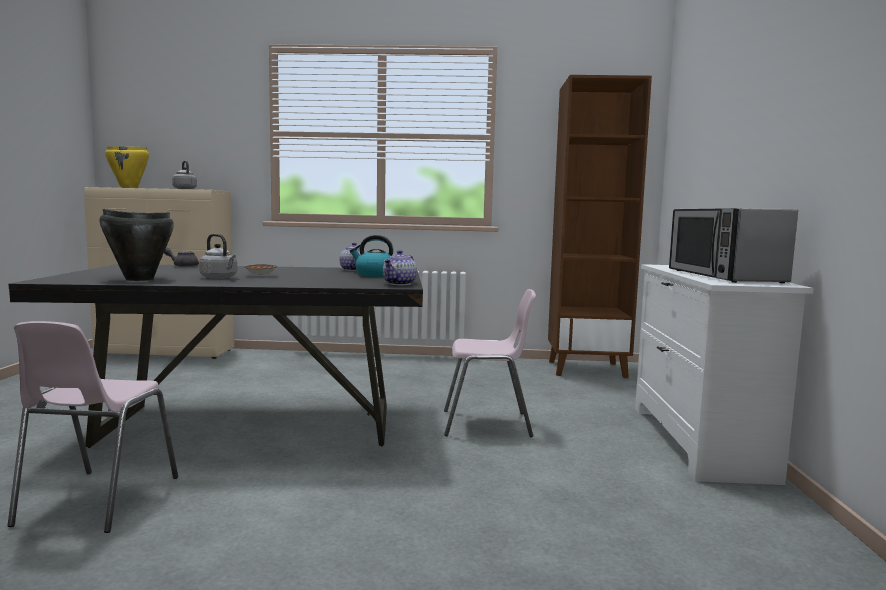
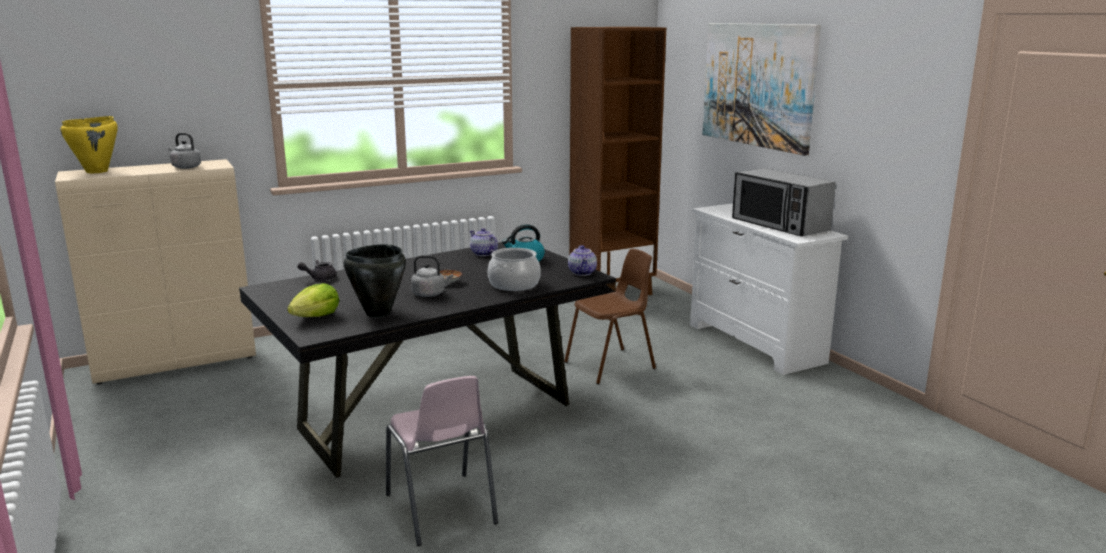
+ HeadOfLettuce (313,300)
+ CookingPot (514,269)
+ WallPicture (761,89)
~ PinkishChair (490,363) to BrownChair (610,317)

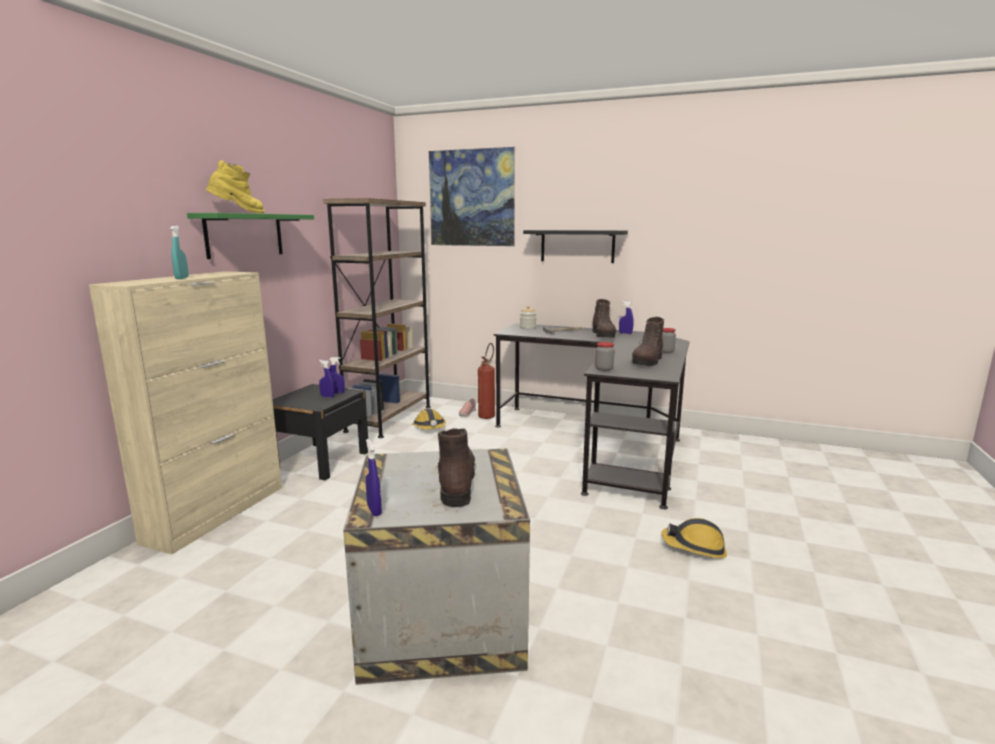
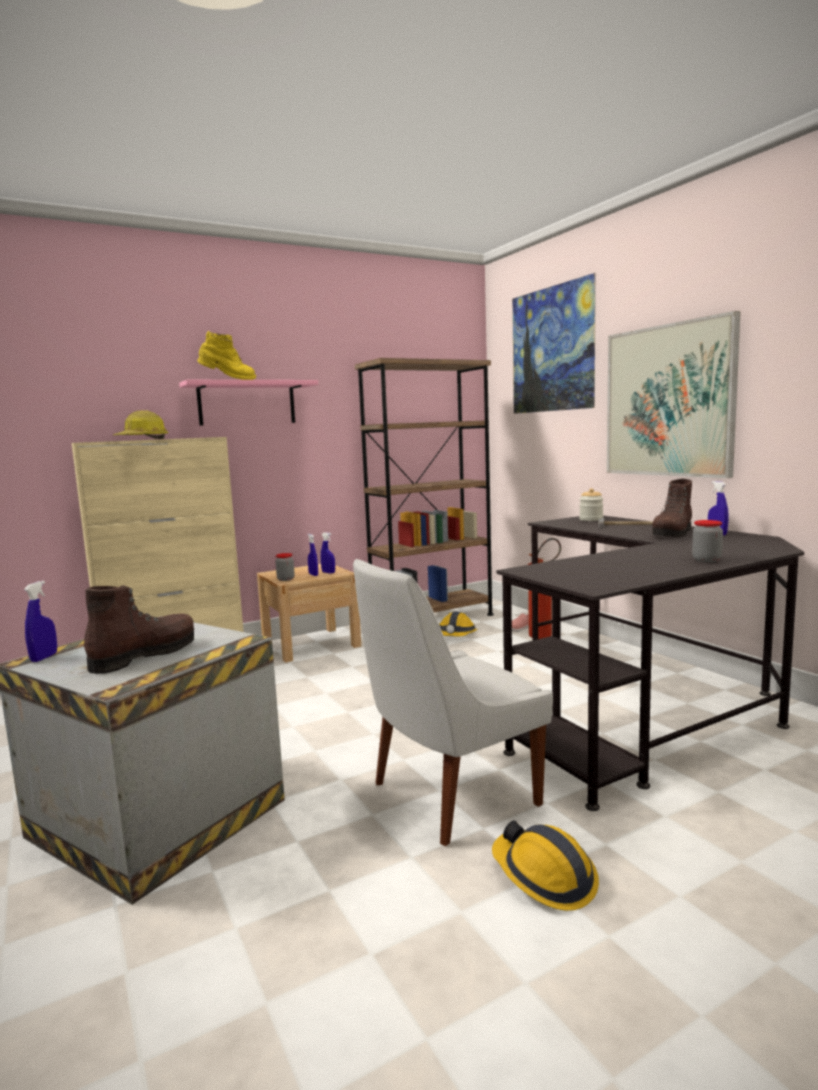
- BrownBoot (648,341)
+ WhiteColouredChair (453,702)
~ PreserveJar (605,356) to (285,567)
~ TurquoiseColouredHandSprayer (179,252) to SafetyHelmet (140,425)
~ BlackColouredWallShelf (575,246) to WallPicture (674,394)
~ GreenColouredWallShelf (250,236) to PinkishWallShelf (248,403)
~ BlackColouredNightstand (320,432) to BeigeNightstand (309,613)

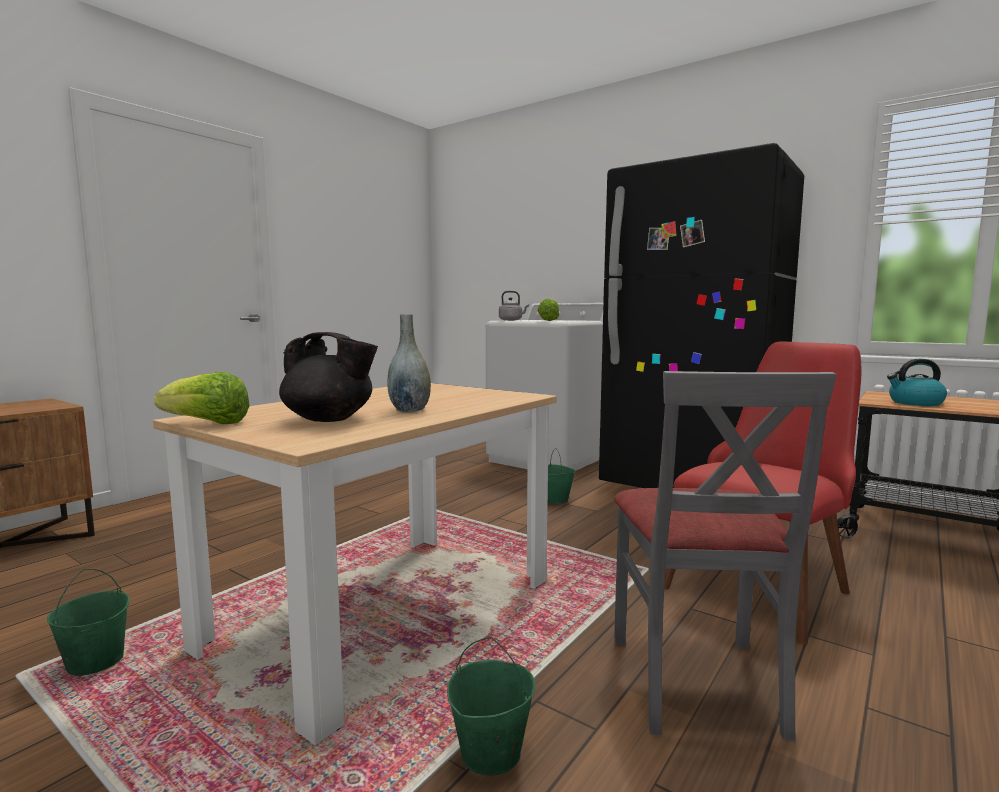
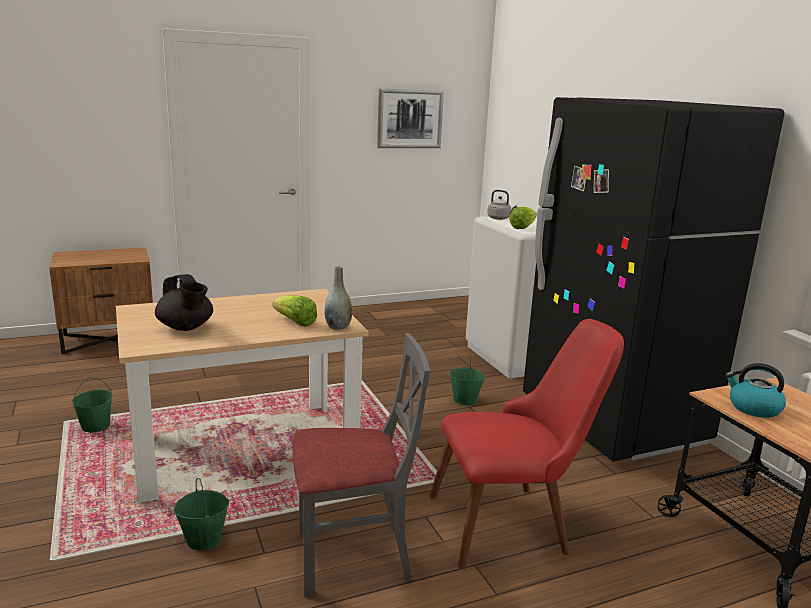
+ WallPicture (410,118)
~ HeadOfLettuce (201,398) to (294,311)
~ GreyFlowerVase (409,363) to (338,298)
~ GreyChair (725,556) = (361,465) 135 degrees counterclockwise

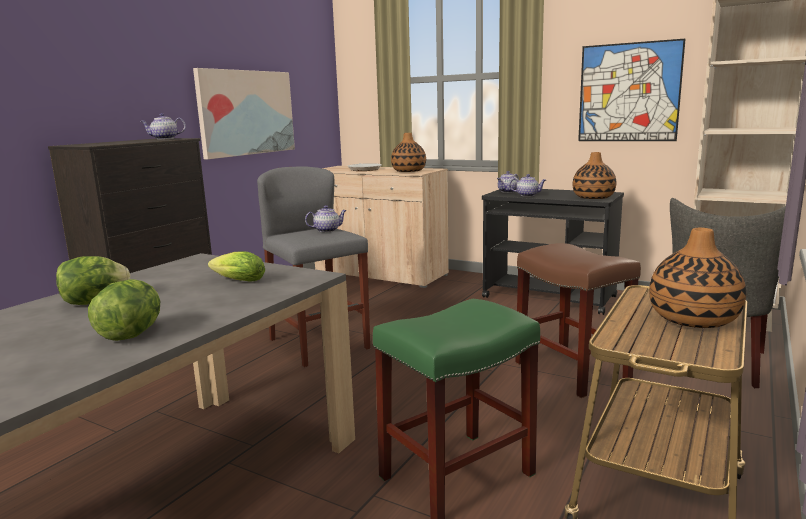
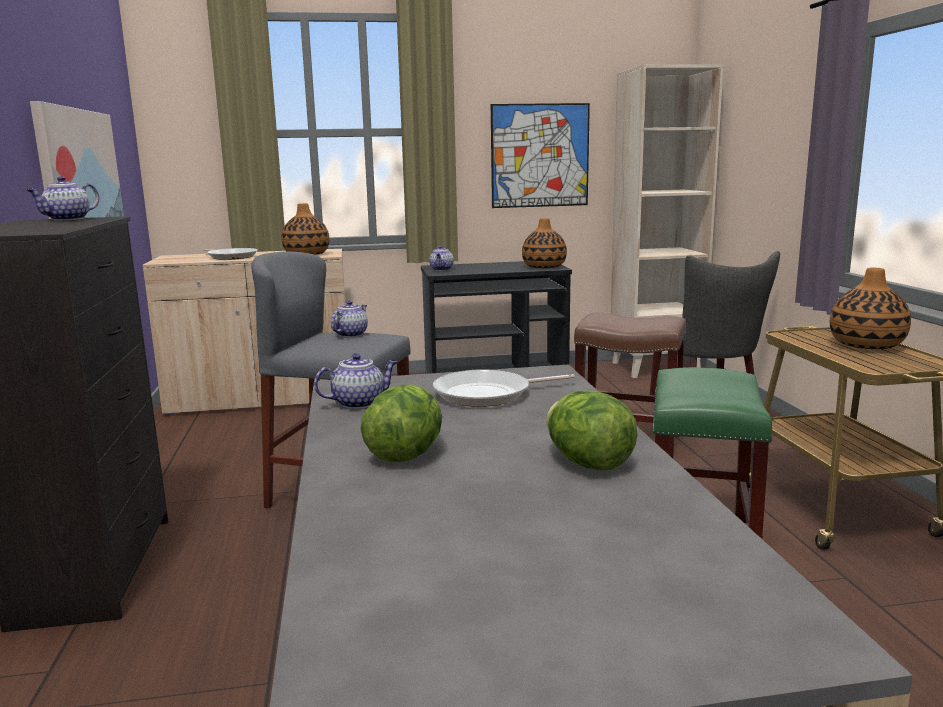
~ PotForTea (527,185) to (355,381)
~ HeadOfLettuce (236,266) to Skillet (504,388)

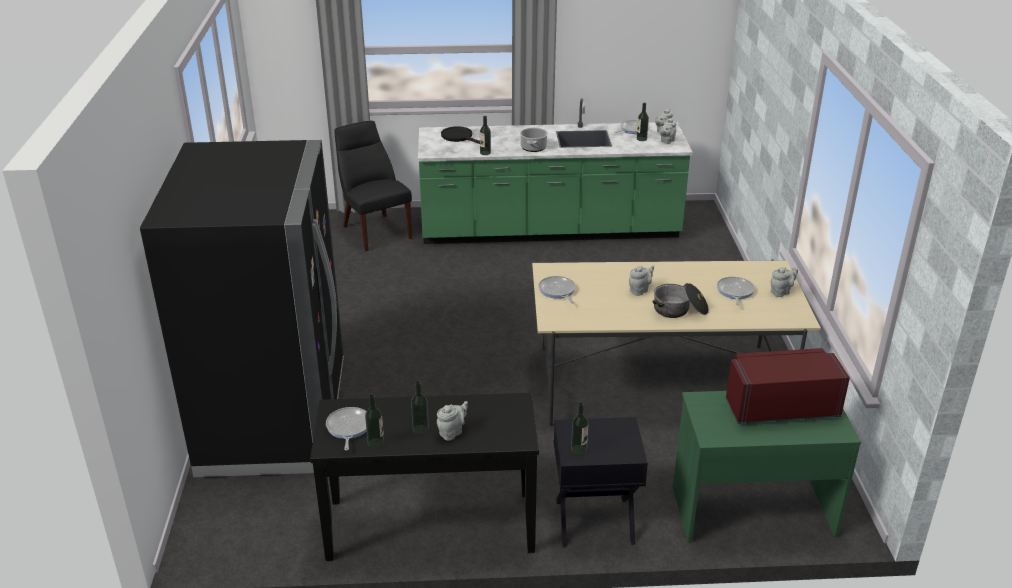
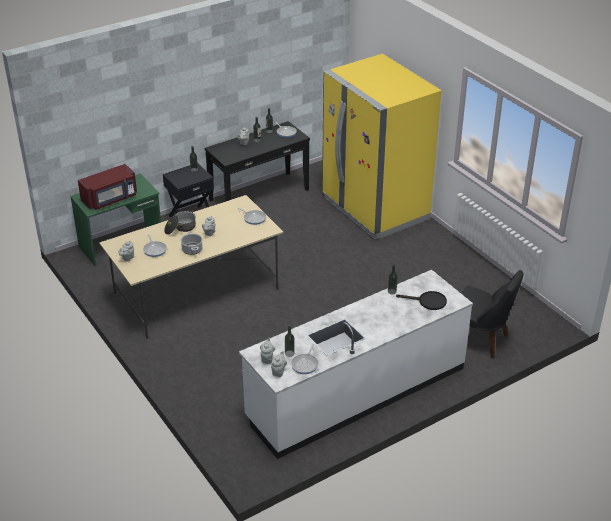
~ CookingPot (534,140) to (192,244)
~ BlackColouredRefrigerator (242,308) to YellowishRefrigerator (382,146)
~ GreenColouredKitchenCounter (555,171) to WhiteColouredKitchenCounter (356,364)

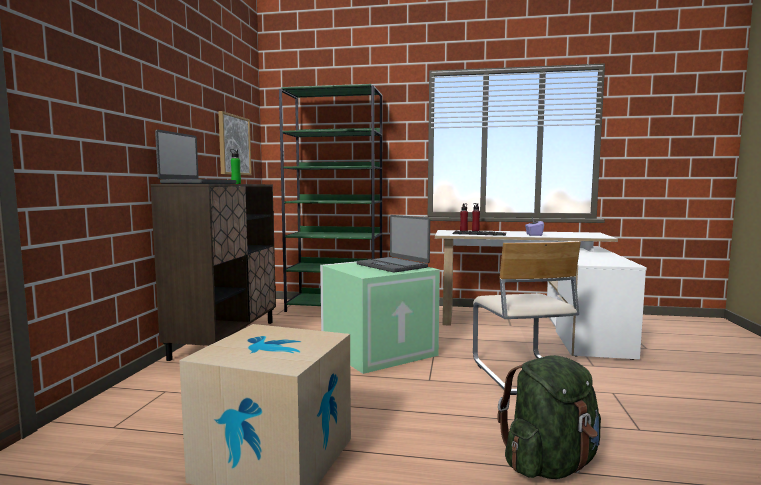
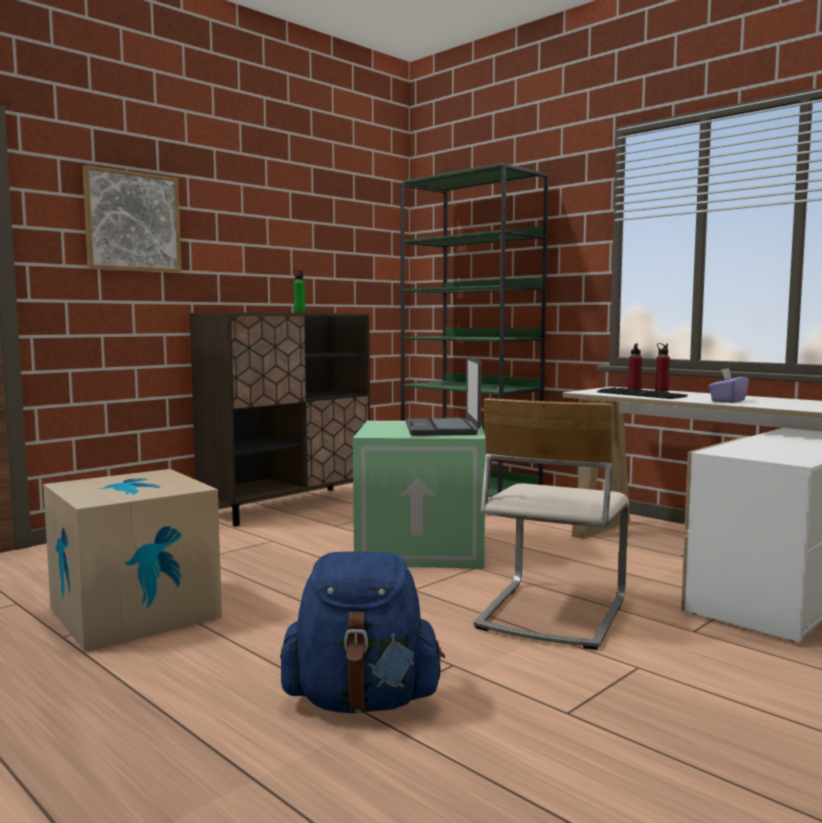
- NotebookComputer (196,156)
~ WallPicture (235,143) to (132,218)
~ GreenColouredRucksack (549,417) to BlueRucksack (362,632)

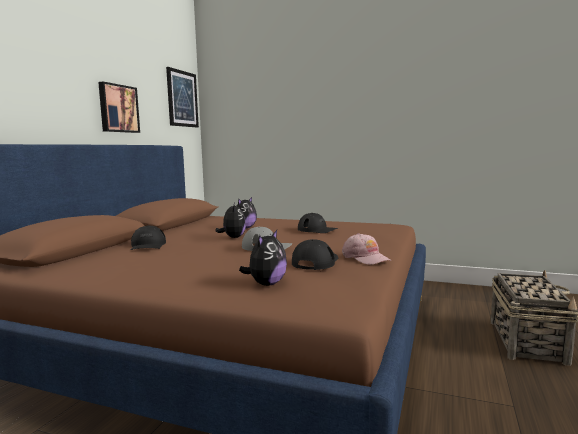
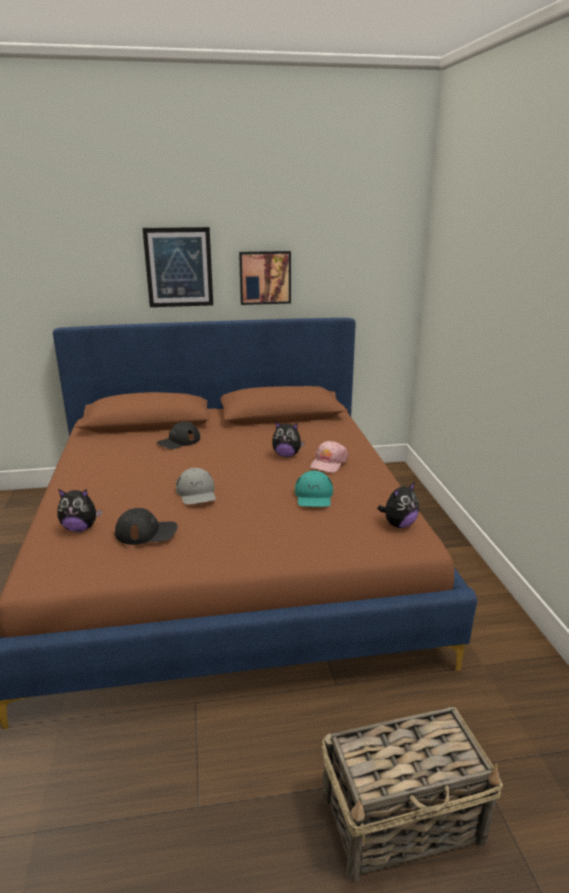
~ WallPicture (182,97) to (177,267)
~ SoftToy (231,220) to (398,505)
~ PinkishBaseballCap (366,249) to (329,457)
~ BlackColouredBaseballCap (318,223) to TurquoiseColouredBaseballCap (314,489)

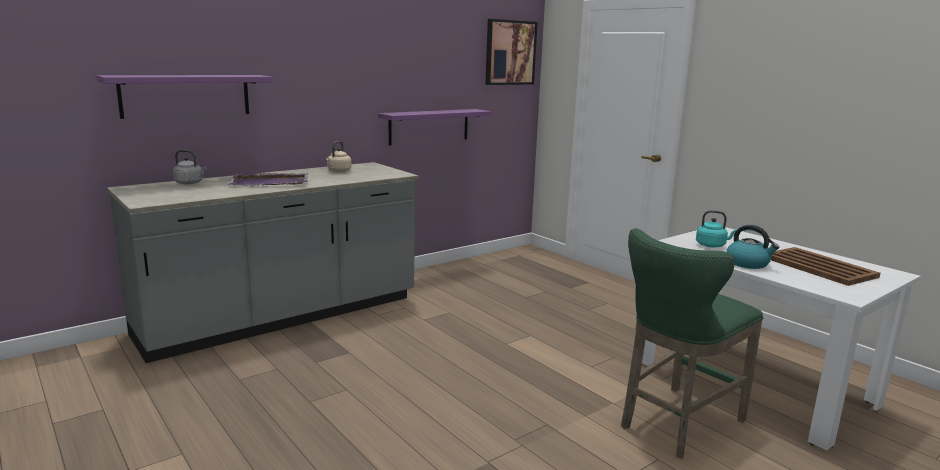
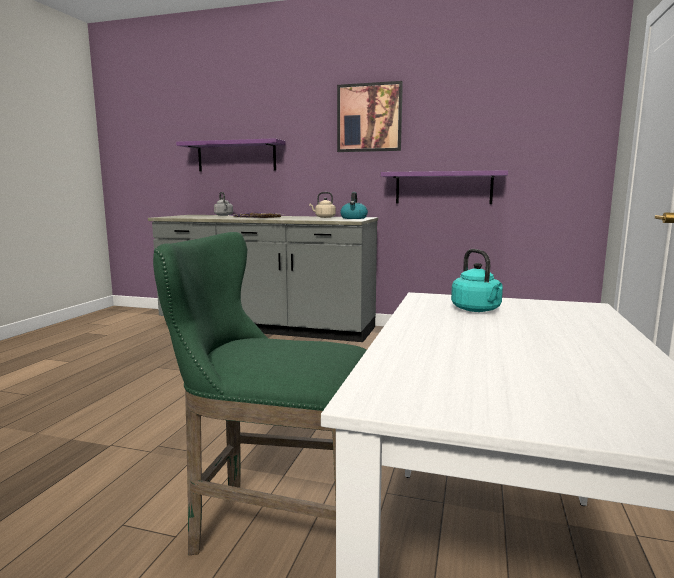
- BrownCarryingTray (826,266)
~ WallPicture (511,52) to (370,116)
~ TeaKettle (753,247) to (354,205)

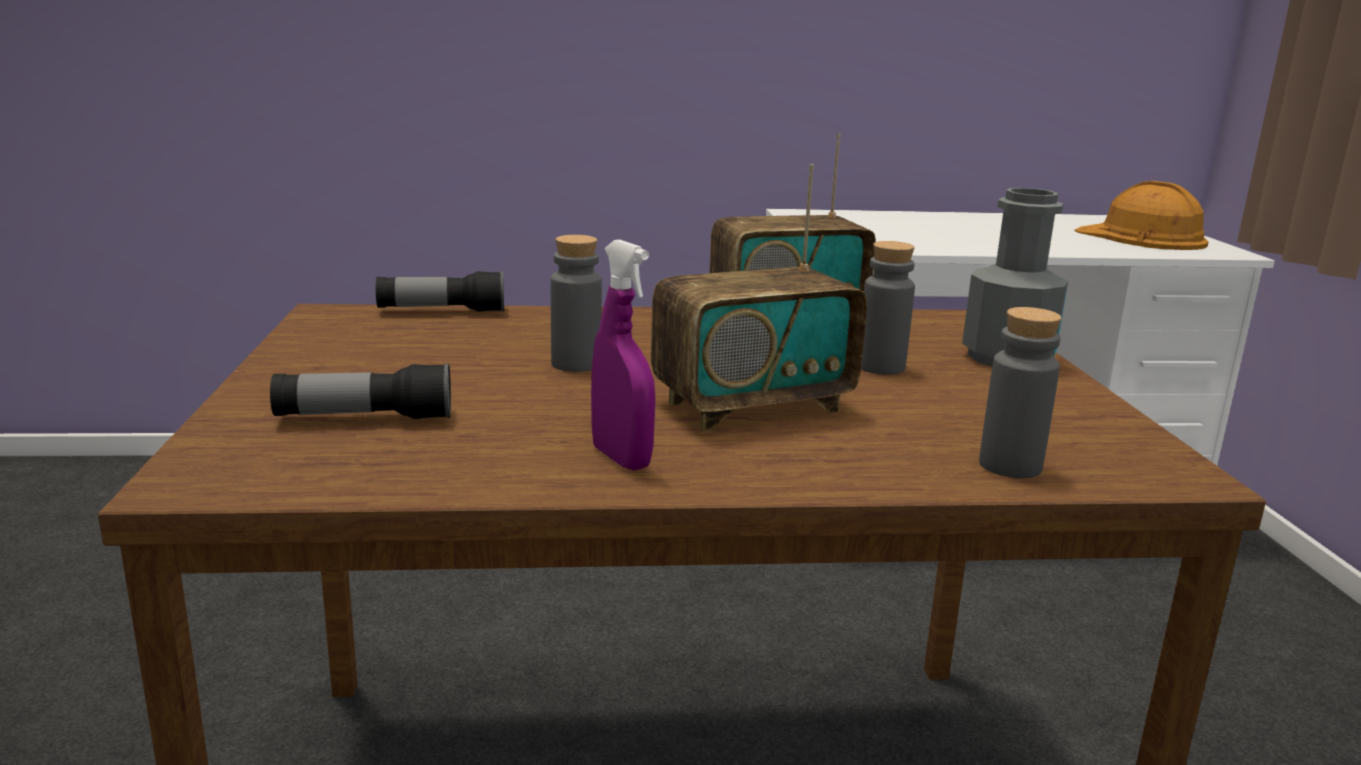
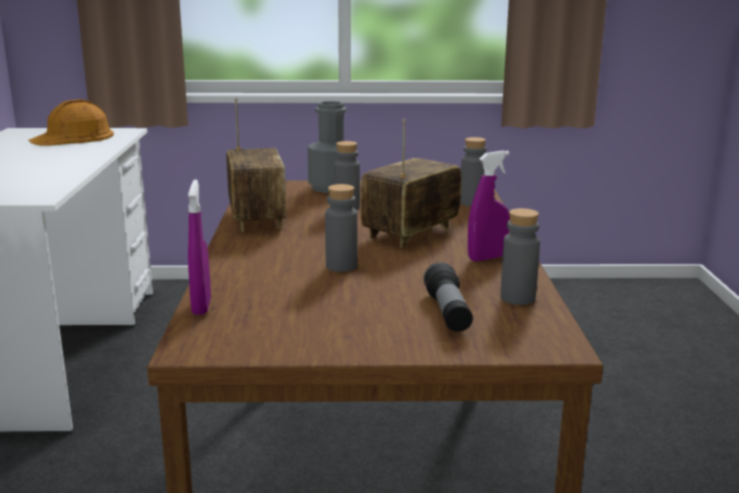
+ GreyDrinkBottle (520,256)
~ Torch (440,291) to PurpleHandSprayer (199,247)
~ RadioSet (759,298) = (411,183) 120 degrees counterclockwise

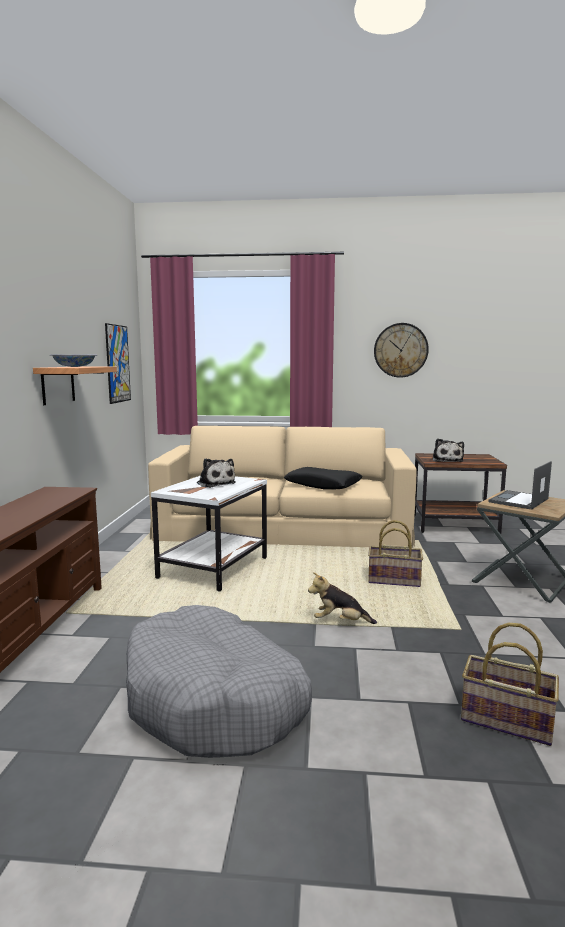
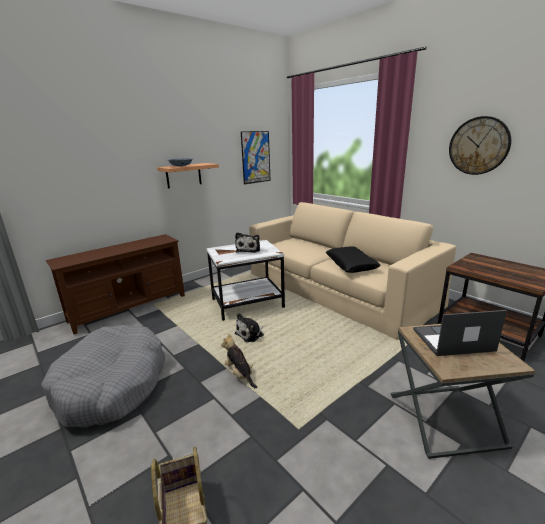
- HouseholdBasket (395,553)
~ SoftToy (448,450) to (249,327)

